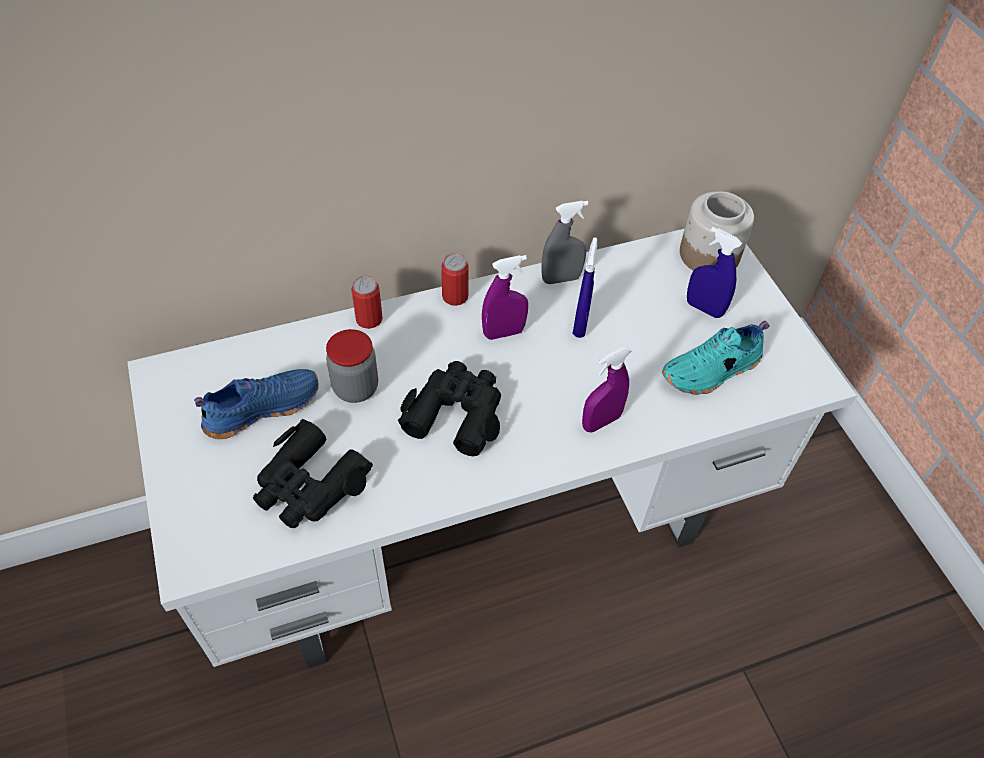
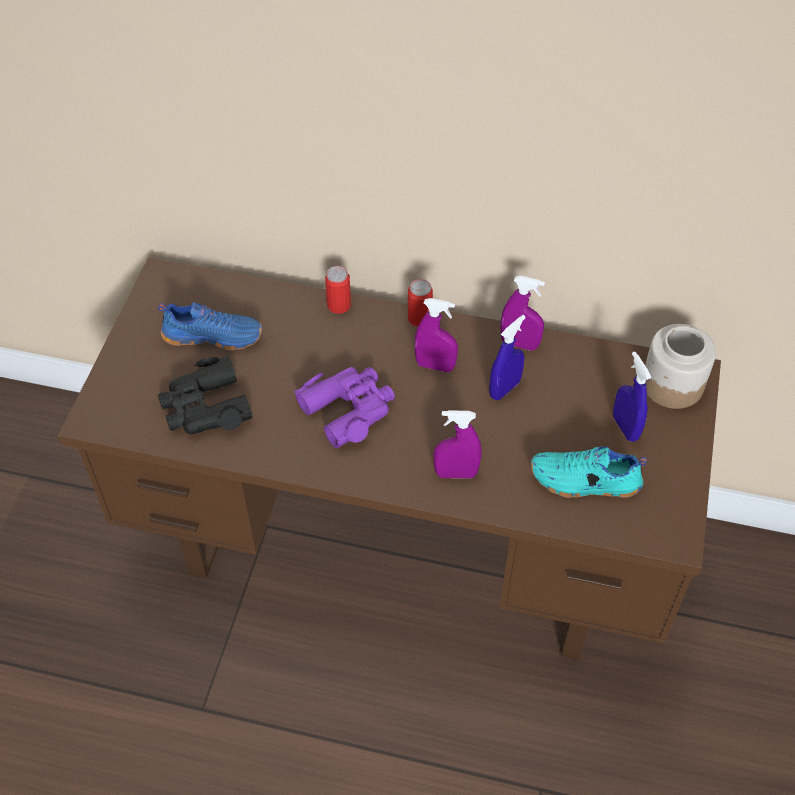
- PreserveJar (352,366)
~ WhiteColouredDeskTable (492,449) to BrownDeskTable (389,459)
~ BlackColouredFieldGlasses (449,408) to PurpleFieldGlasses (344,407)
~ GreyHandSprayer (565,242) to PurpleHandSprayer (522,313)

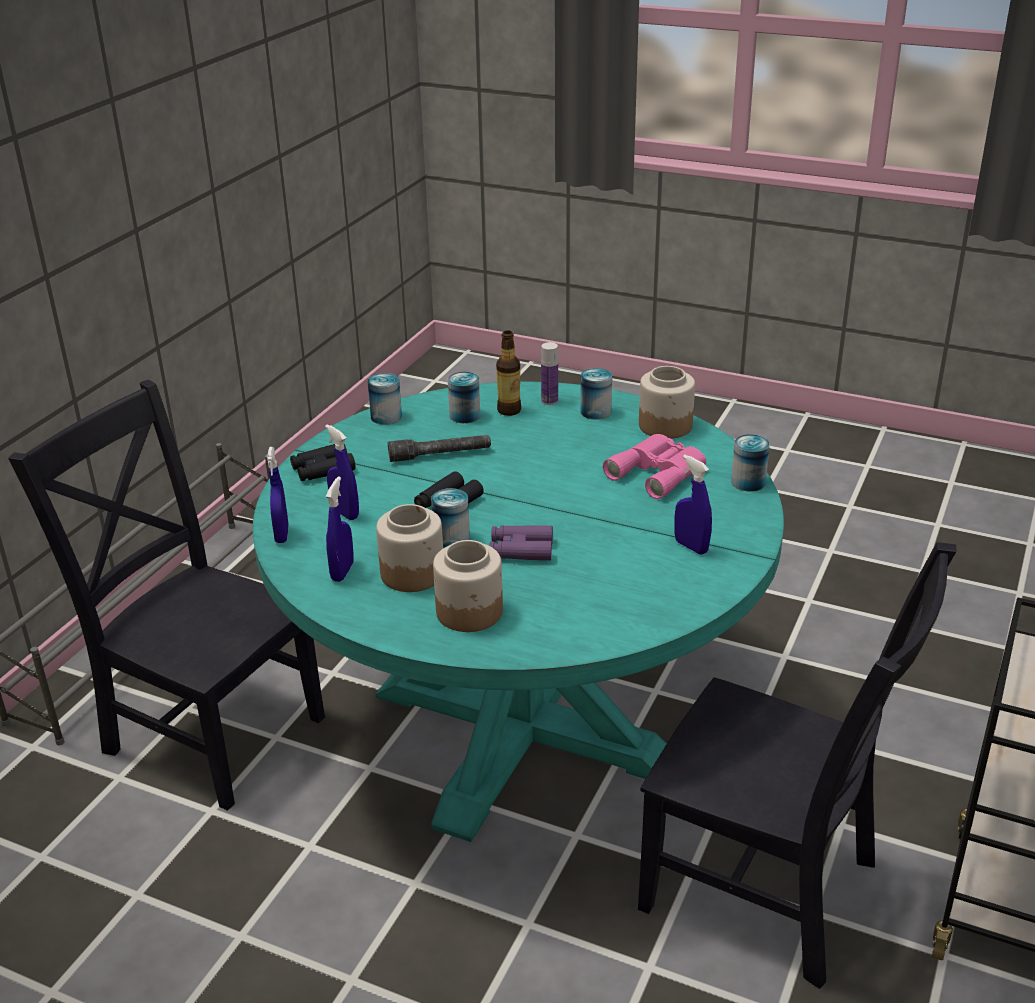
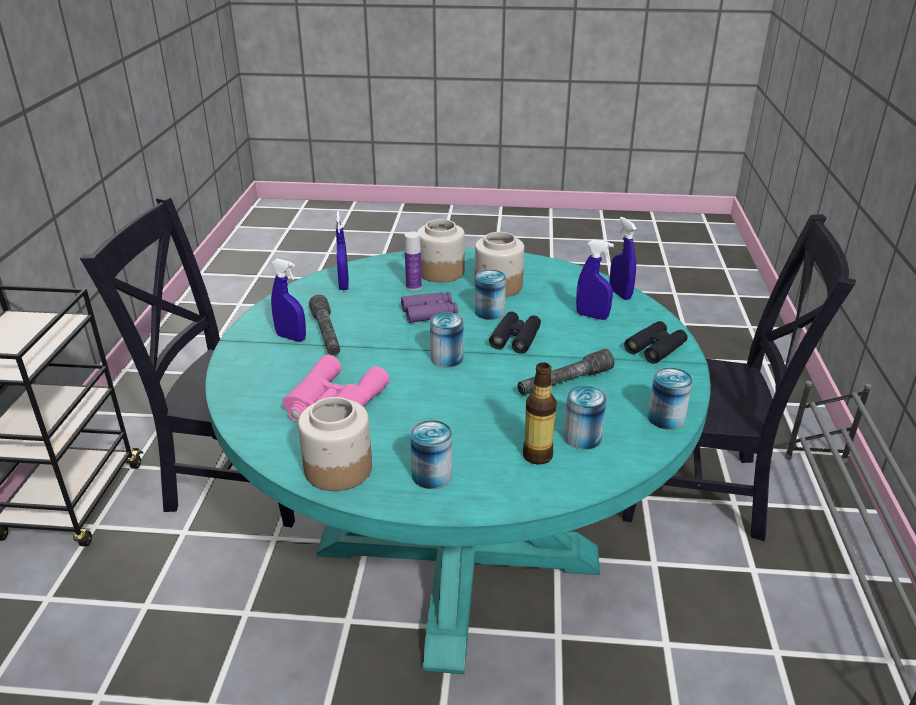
+ GreyTorch (324,325)
~ BlueHandSprayer (340,529) to (342,250)
~ DrinkBottle (549,373) to (413,261)
~ MetalCan (750,463) to (447,339)

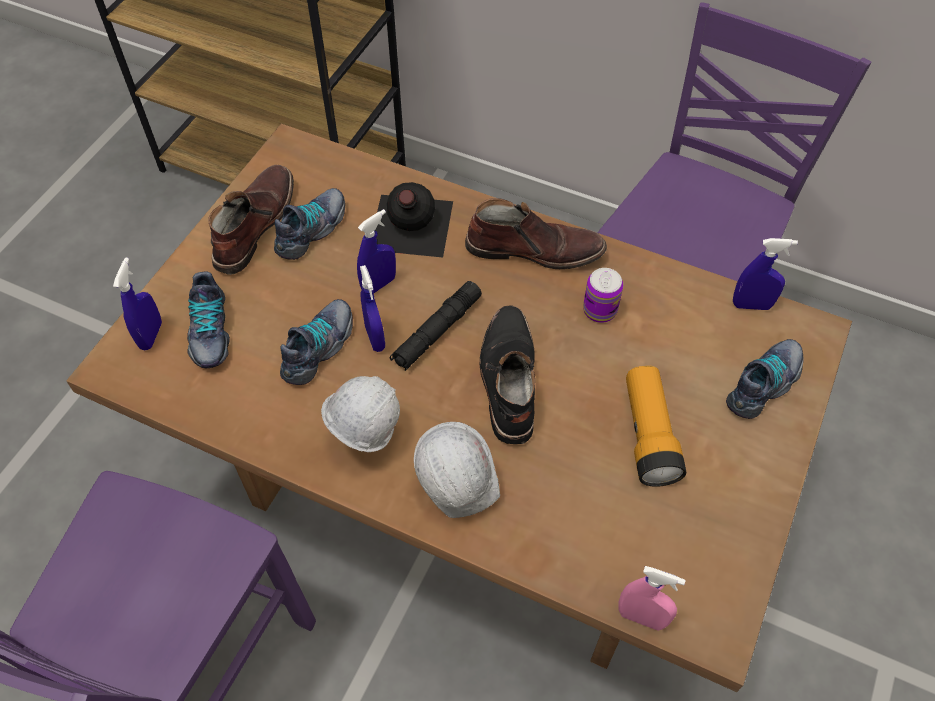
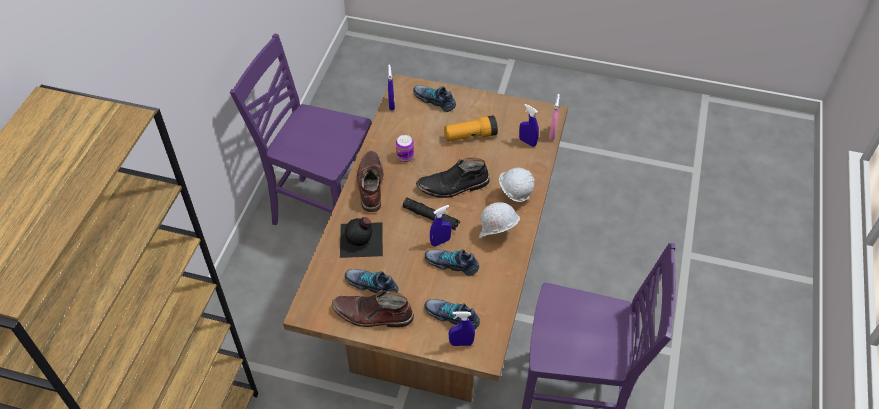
~ BlueHandSprayer (376,251) to (529,125)
~ Shoe (208,319) = (452,314) 135 degrees counterclockwise

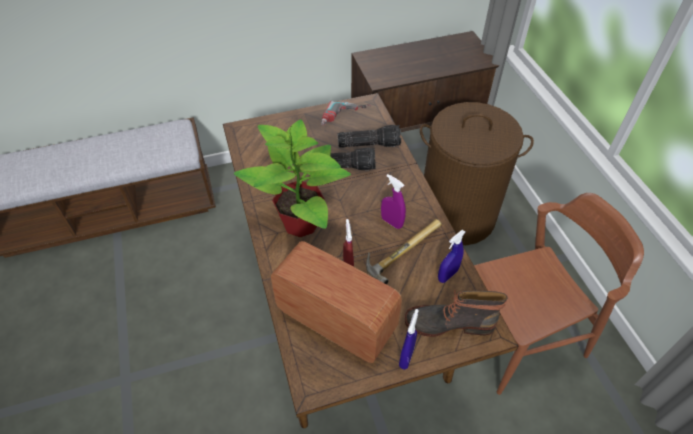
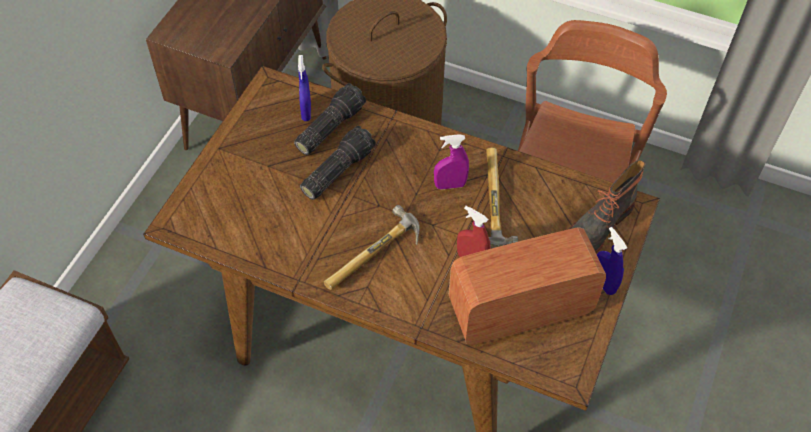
- ElectricDrill (346,113)
~ BlueHandSprayer (451,256) to (304,88)
~ PottedPlant (292,178) to ToolHammer (372,247)

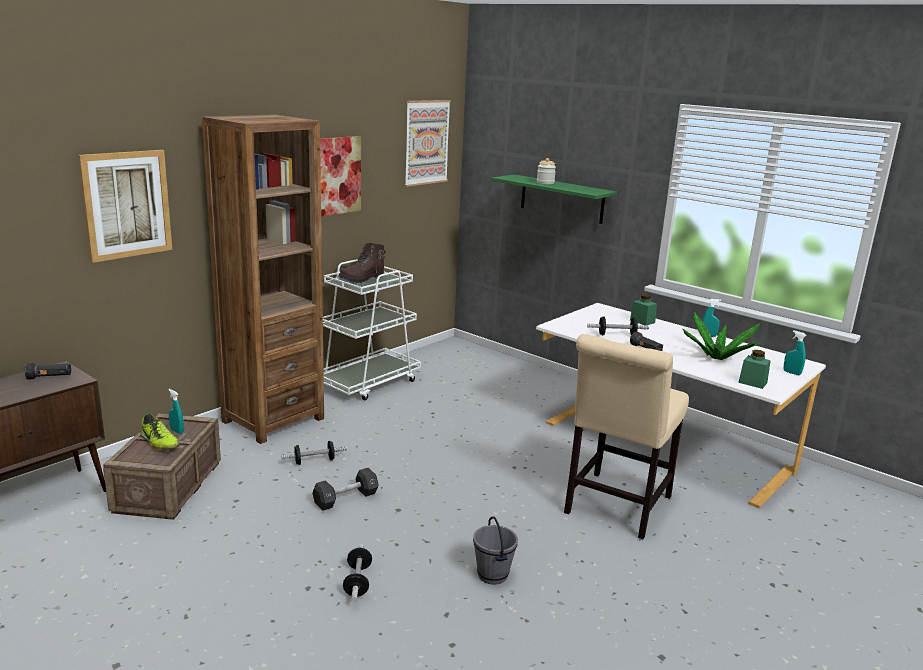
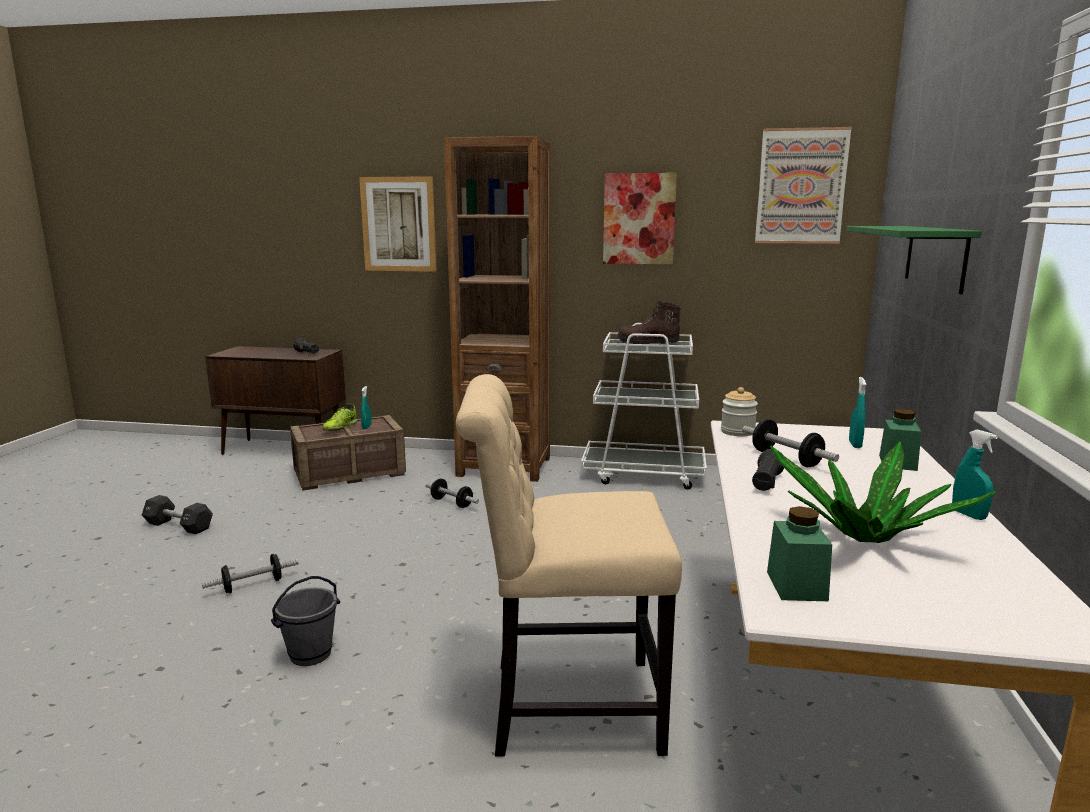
~ BlackColouredHandWeight (345,489) to (177,514)
~ PreserveJar (546,171) to (739,411)
~ TurquoiseColouredHandSprayer (795,352) to (858,412)

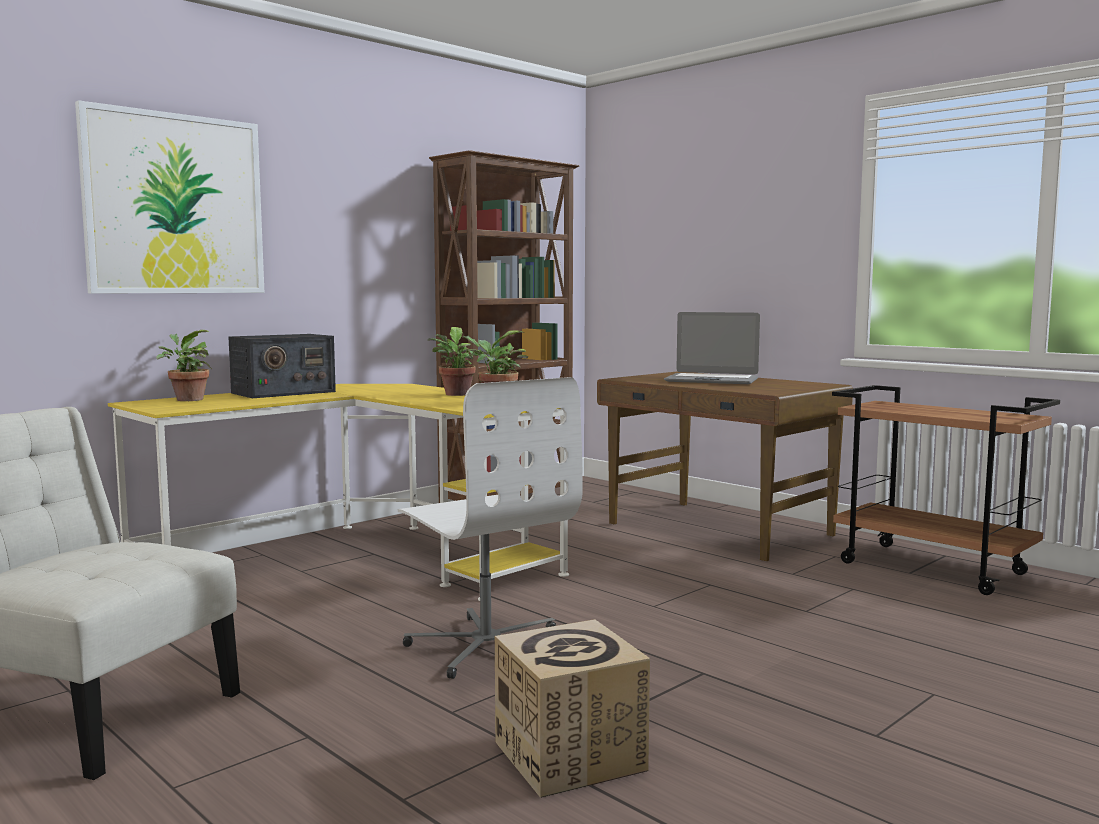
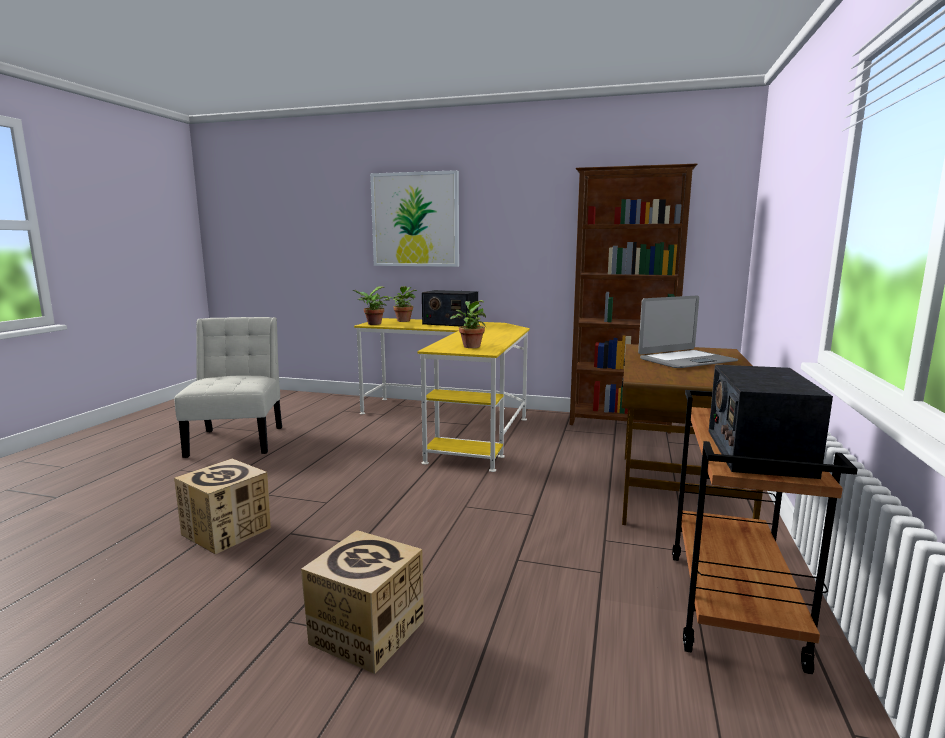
- WhiteColouredOfficeChair (490,528)
+ CardboardBox (362,602)
+ RadioSet (771,422)
~ PottedPlant (457,361) to (371,306)
~ NotebookComputer (712,348) = (688,331) 105 degrees counterclockwise

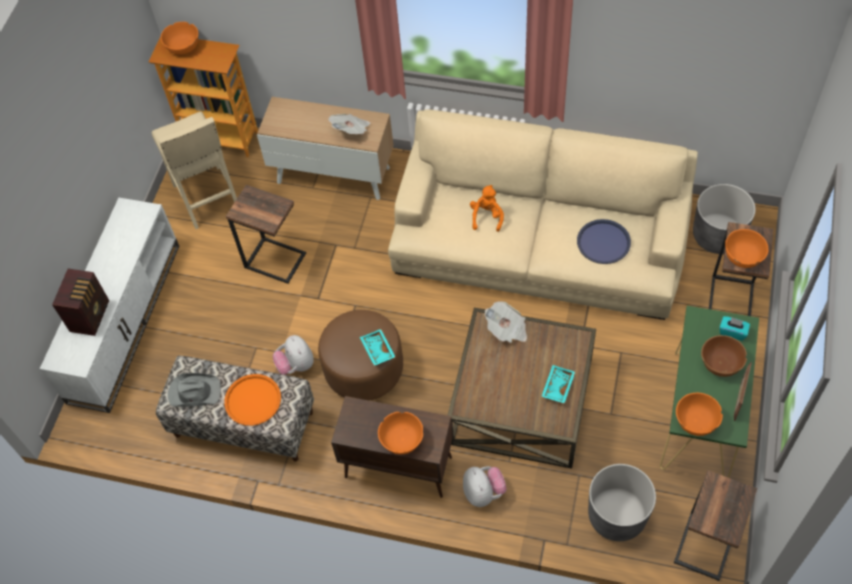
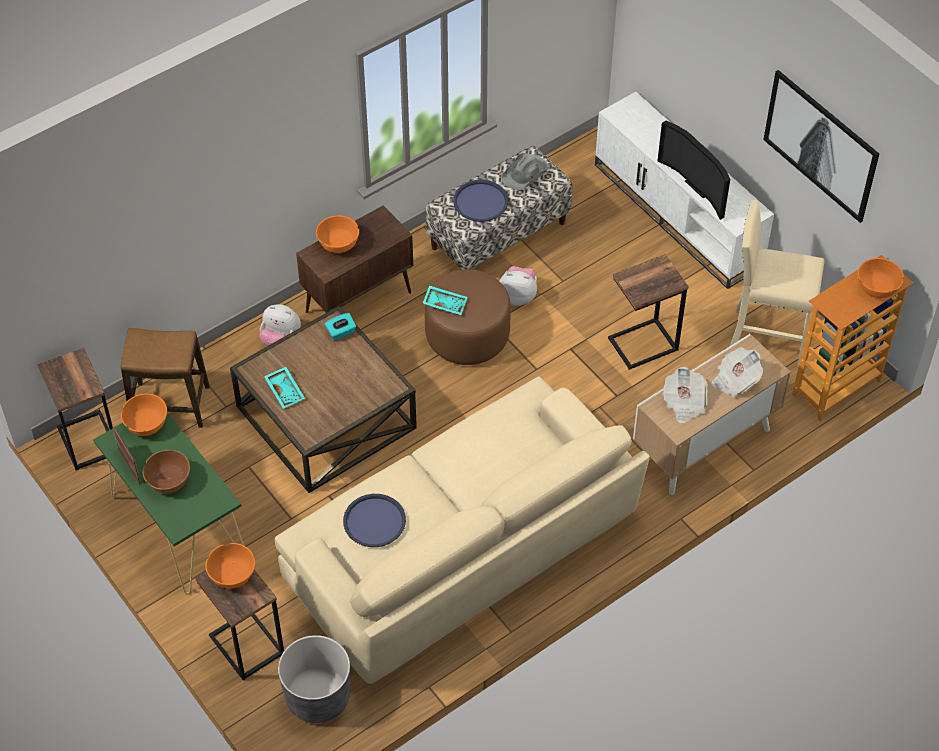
- RadioSet (80,302)
- OrangeSoftToy (487,208)
+ Television (694,170)
+ WallPicture (821,146)
~ Newspaper (506,322) to (737,372)
~ TurquoiseColouredTissueHolder (734,328) to (340,327)
~ GreyPlantPot (622,502) to SittingStool (165,378)
~ OrangeCarryingTray (252,400) to BlueCarryingTray (480,201)

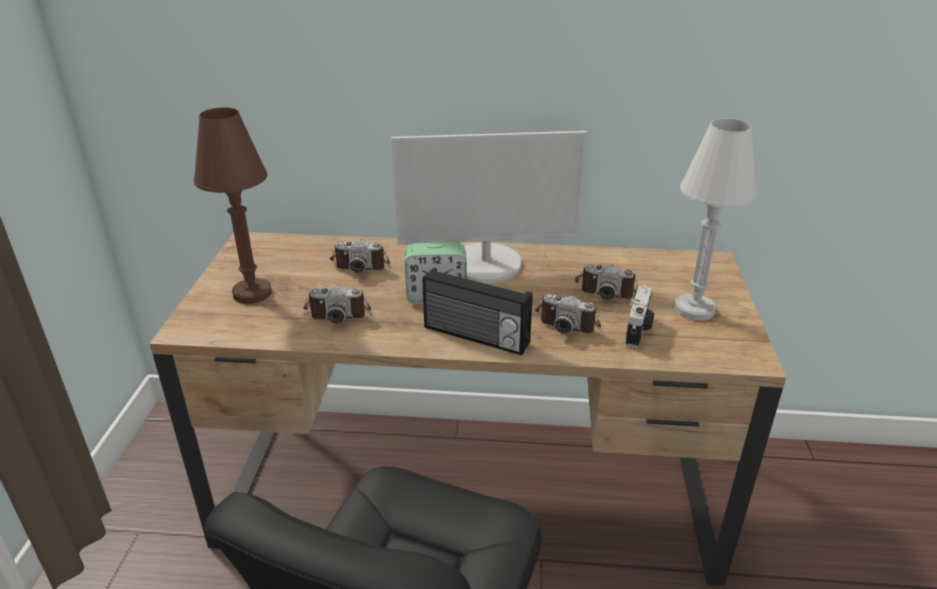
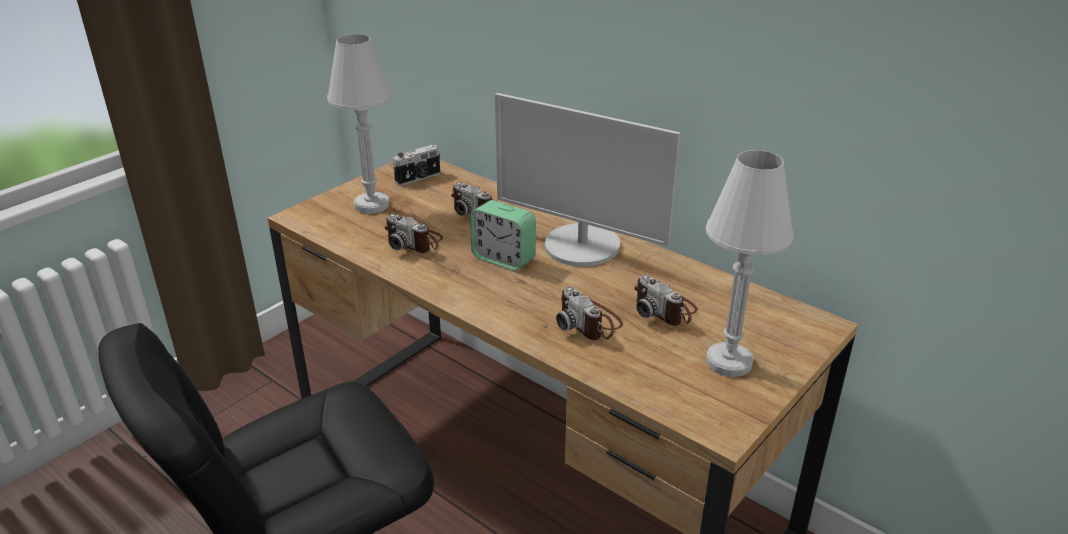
- RadioSet (478,311)
~ StillCamera (639,316) to (416,165)
~ BrownTabletopLamp (233,205) to WhiteColouredTabletopLamp (359,124)

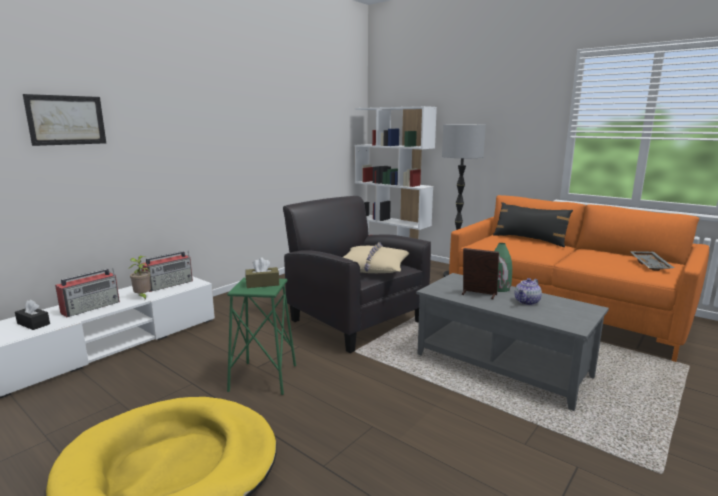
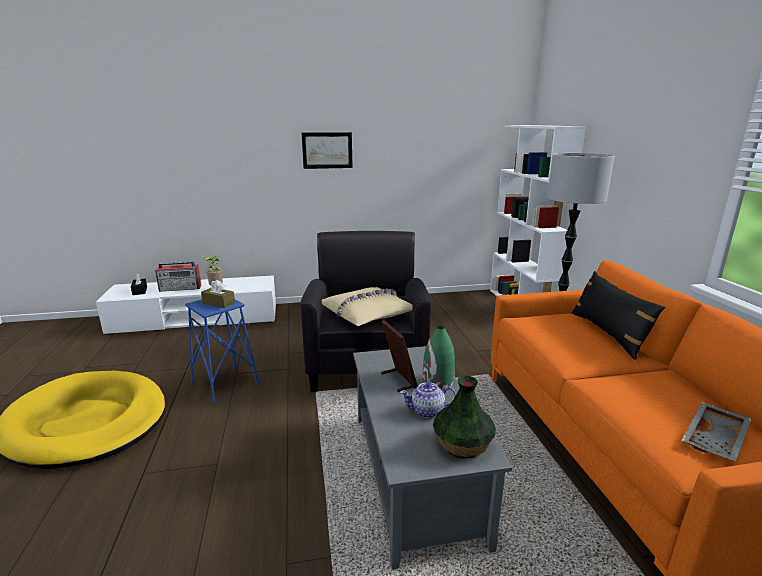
- RadioSet (167,271)
+ FlowerVase (464,417)
~ WallPicture (64,120) to (327,150)
~ GreenColouredSittingStool (261,336) to BlueSittingStool (222,351)

